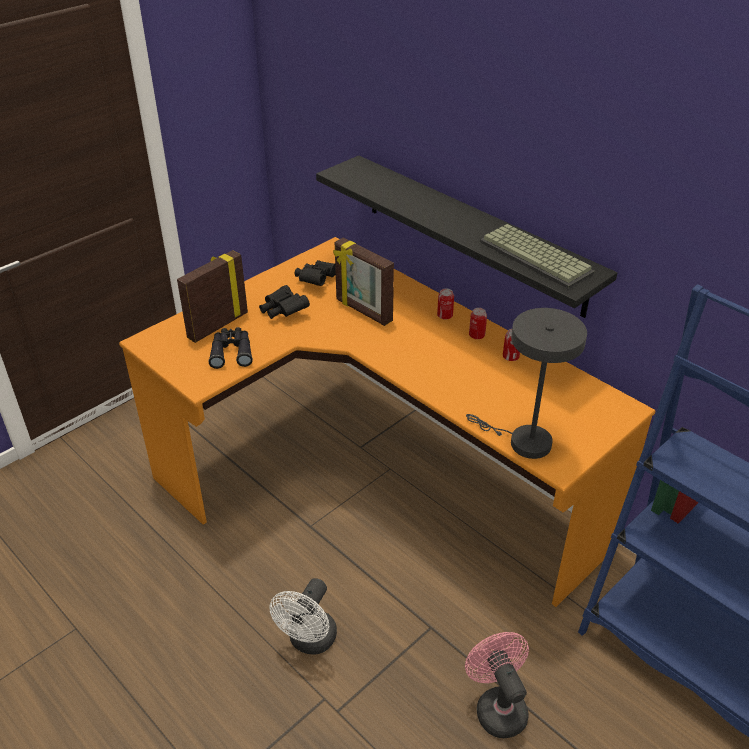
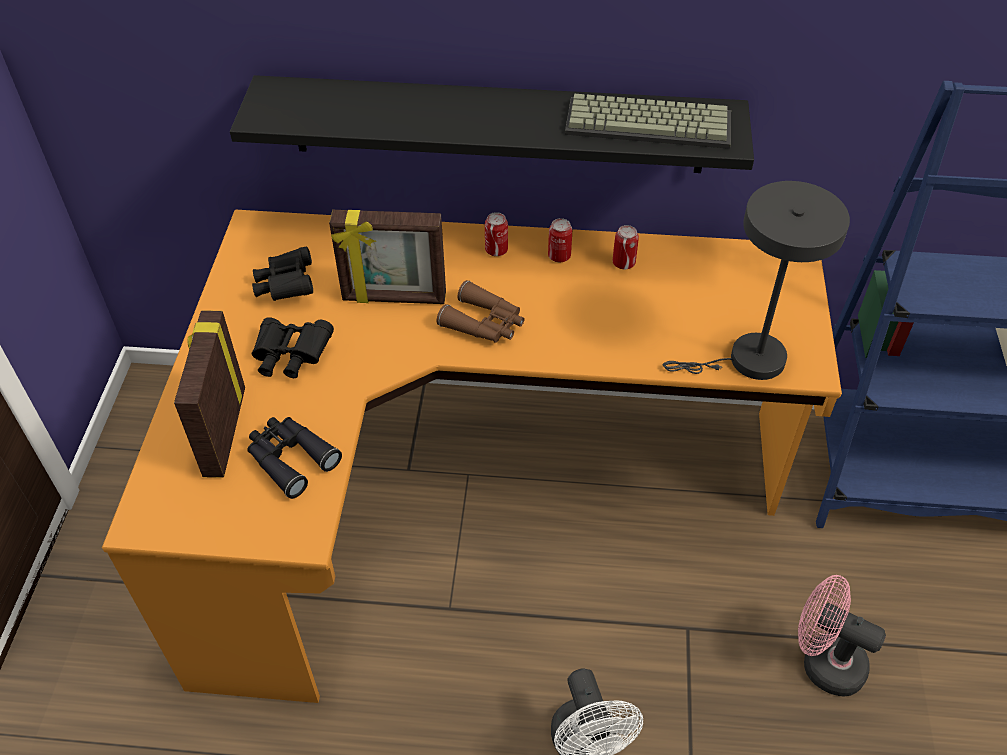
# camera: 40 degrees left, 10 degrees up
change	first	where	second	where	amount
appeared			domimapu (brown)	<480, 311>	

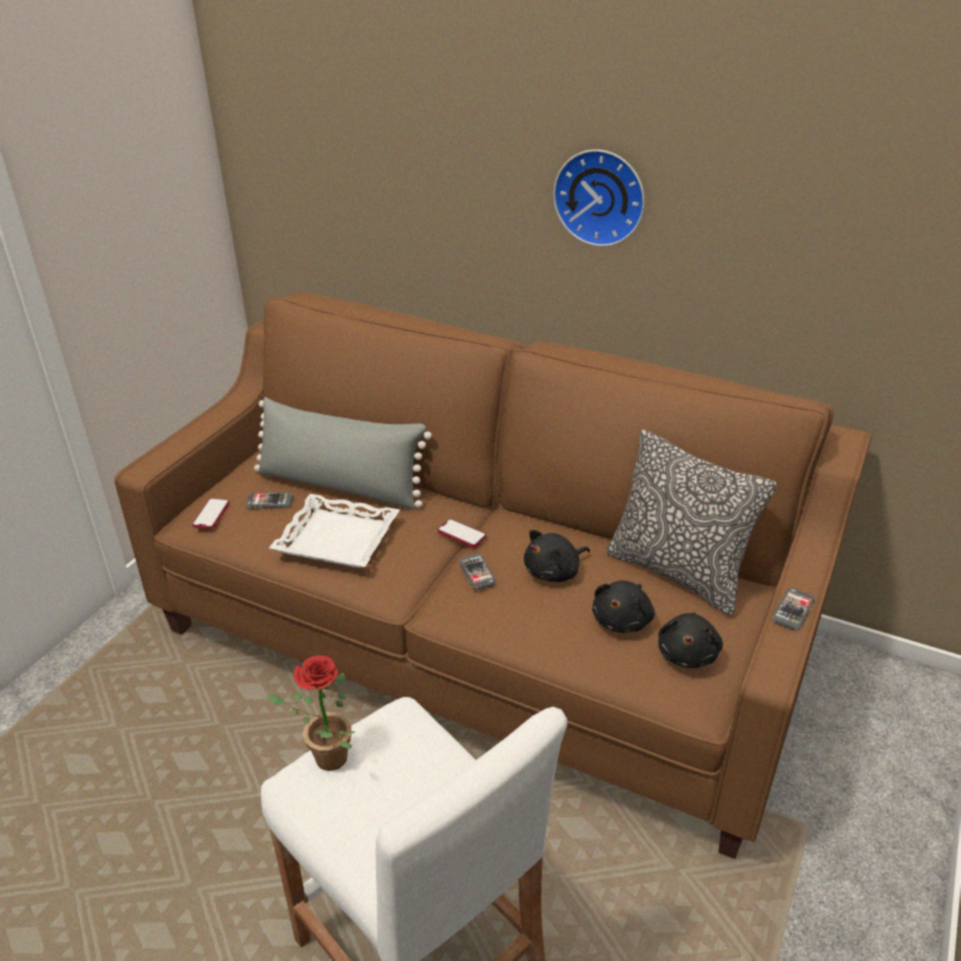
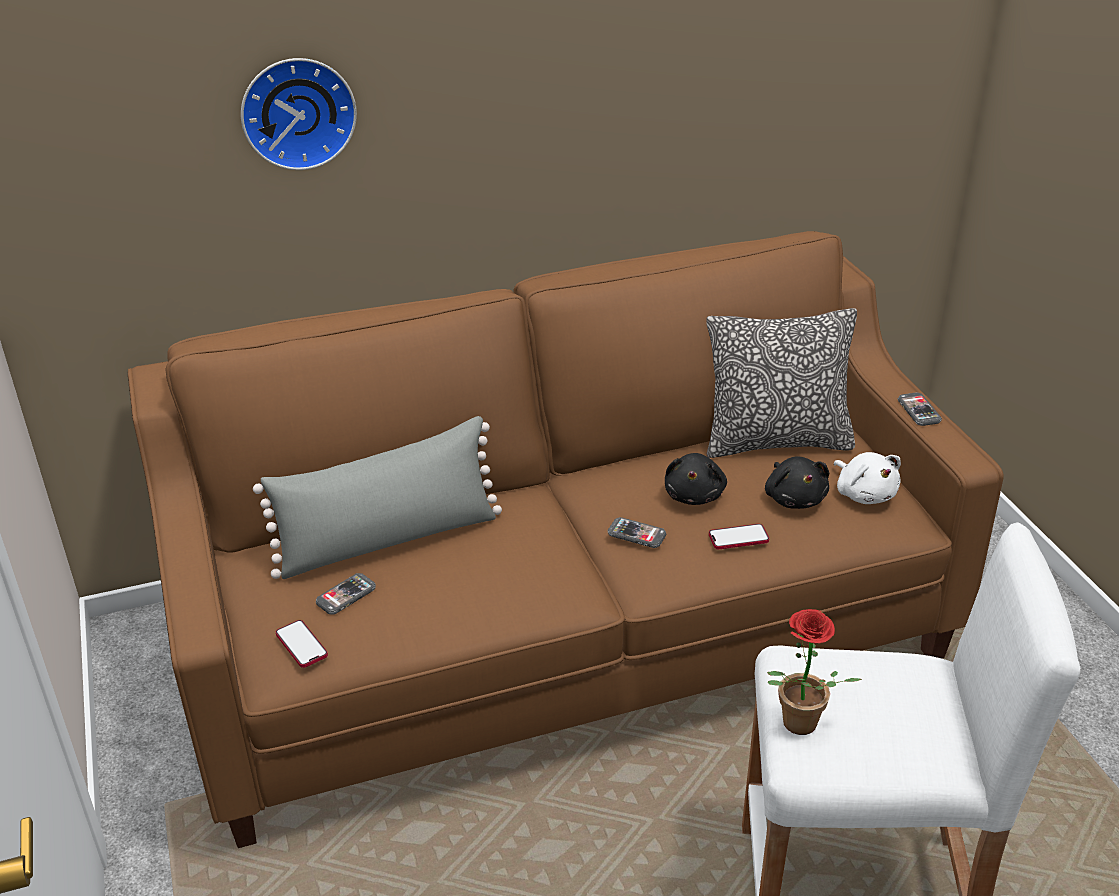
# camera: 45 degrees left, 0 degrees up
change	first	where	second	where	amount
relocated	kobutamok	<599, 198>		<299, 114>	
relocated	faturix	<462, 533>		<739, 536>	
colour	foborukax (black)	<690, 640>	foborukax (white)	<867, 478>	
missing	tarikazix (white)	<334, 531>			

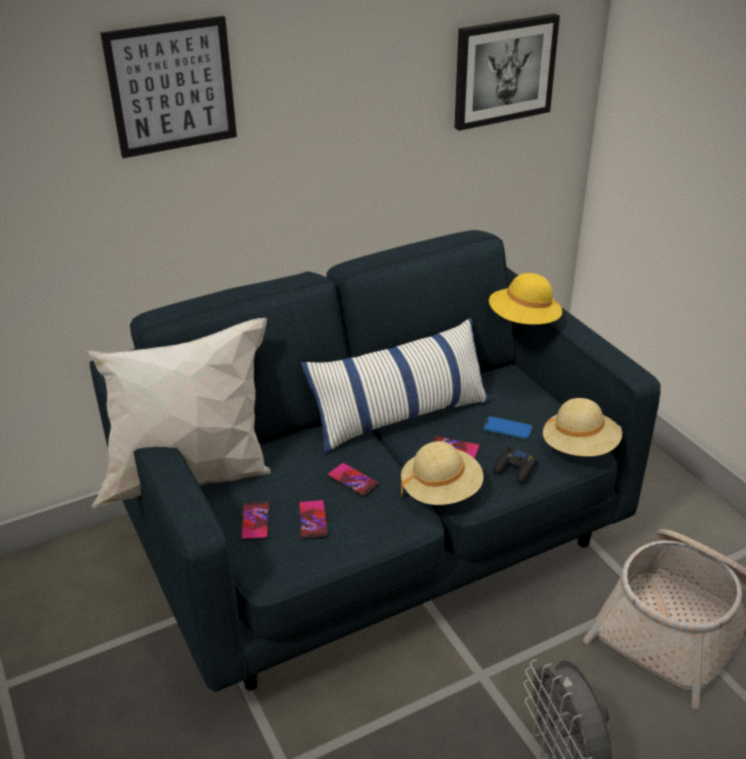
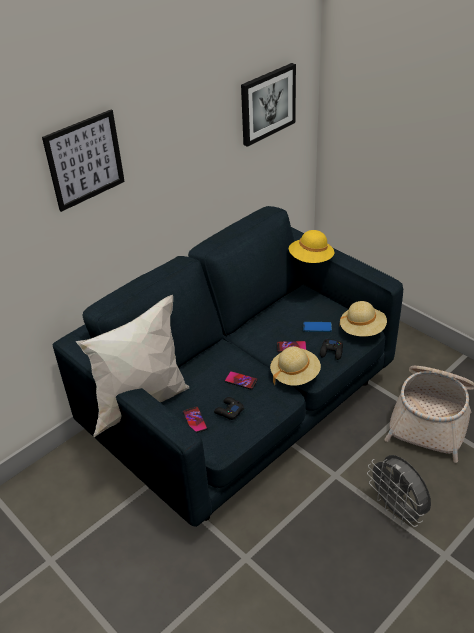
# camera: 15 degrees left, 5 degrees up
change	first	where	second	where	amount
exchanged	faturix	<313, 520>	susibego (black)	<229, 408>	
missing	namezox	<396, 386>			

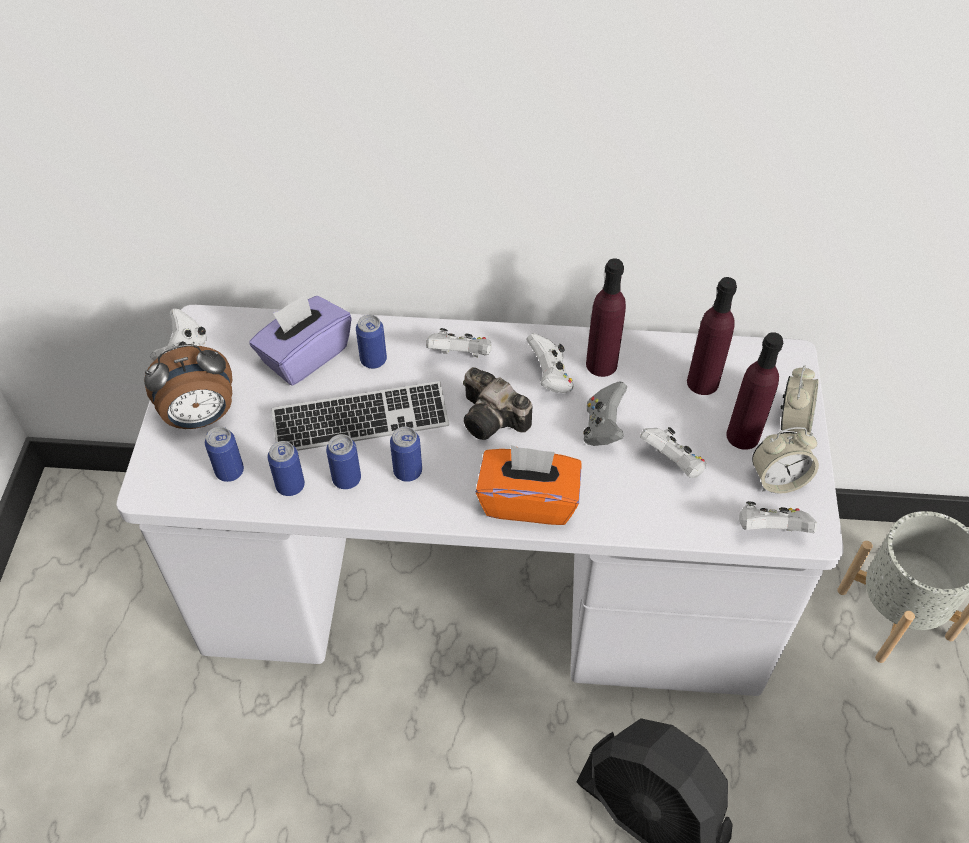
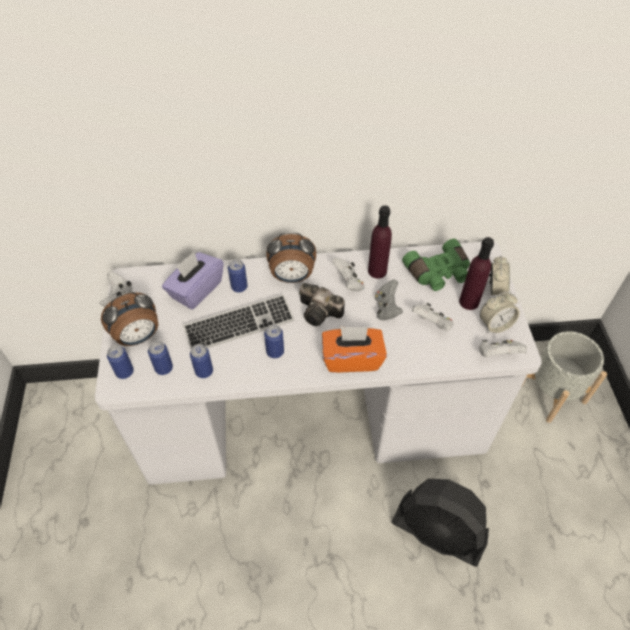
# camera: 10 degrees left, 0 degrees up
change	first	where	second	where	amount
relocated	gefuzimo	<343, 461>		<120, 362>	
exchanged	susibego (white)	<459, 342>	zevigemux	<291, 257>	
exchanged	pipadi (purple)	<712, 336>	domimapu (green)	<436, 265>	

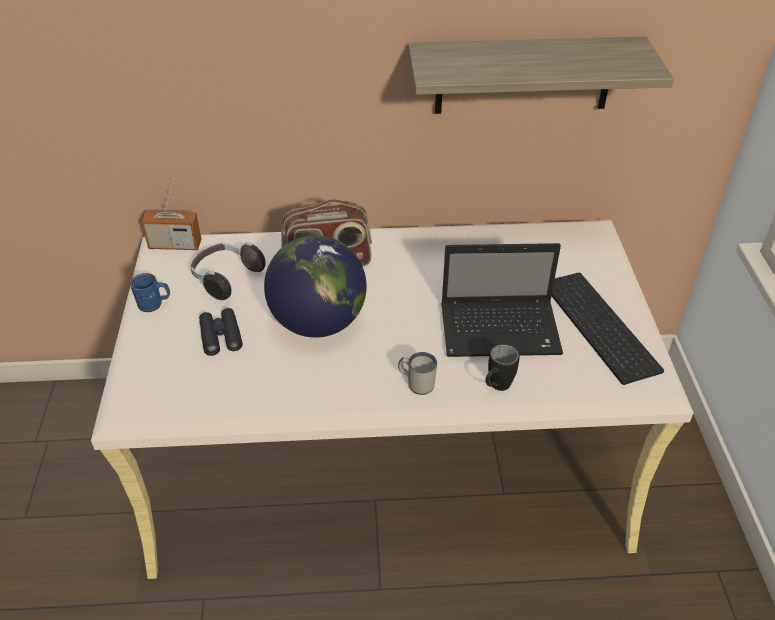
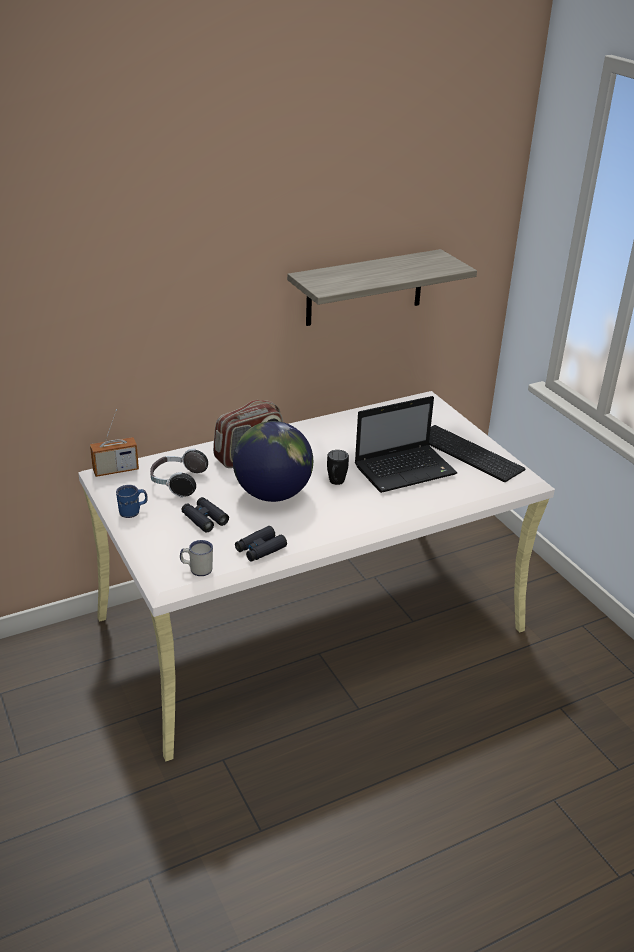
# camera: 25 degrees left, 10 degrees down
change	first	where	second	where	amount
relocated	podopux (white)	<417, 373>		<196, 558>	
appeared			domimapu (black)	<261, 544>	
relocated	podopux (black)	<503, 367>		<338, 467>	

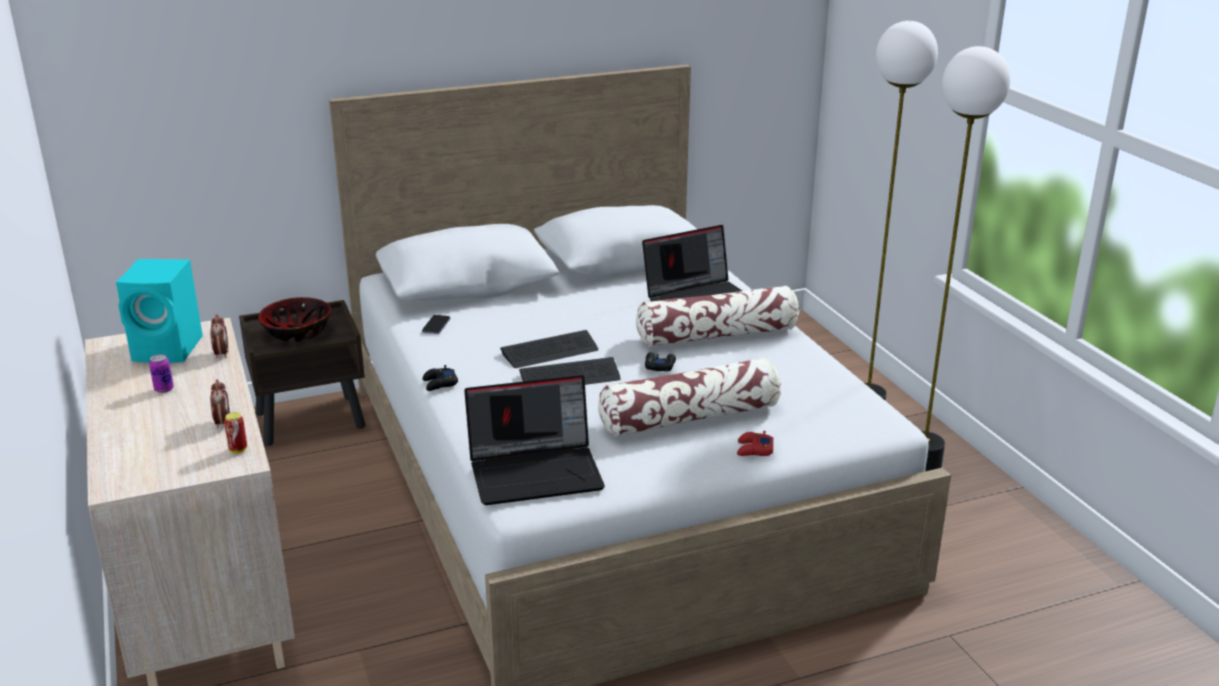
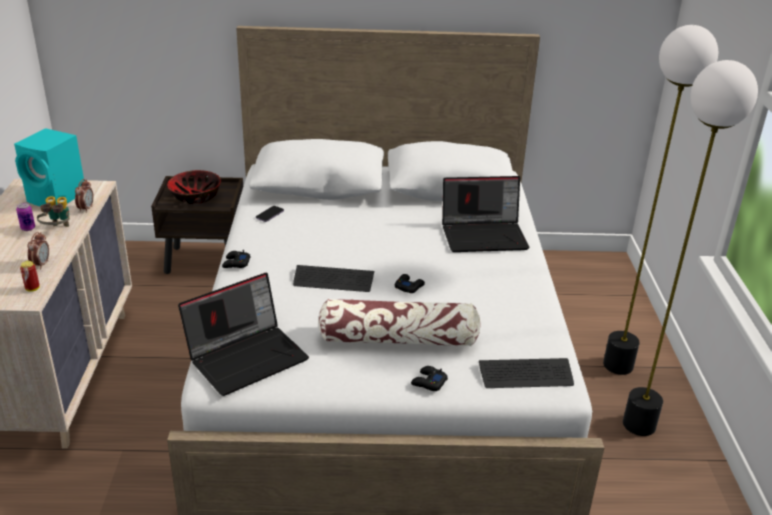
# camera: 20 degrees right, 5 degrees up
change	first	where	second	where	amount
appeared			domimapu	<53, 211>	
spun	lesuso	<534, 440>		<243, 334>	45 degrees counterclockwise
colour	susibego (red)	<755, 443>	susibego (black)	<429, 378>	
relocated	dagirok	<549, 349>		<526, 373>	
missing	namezox	<717, 316>			

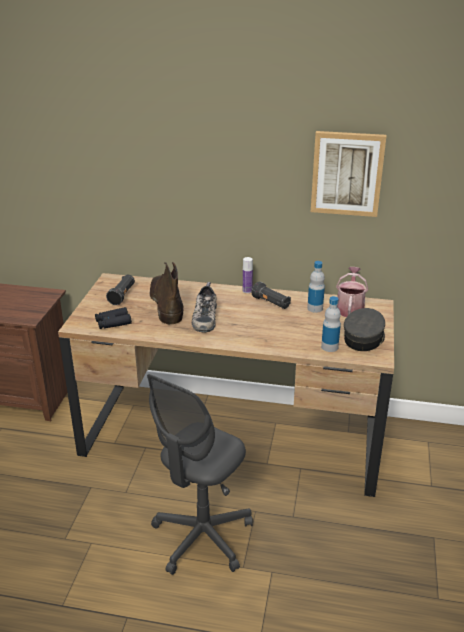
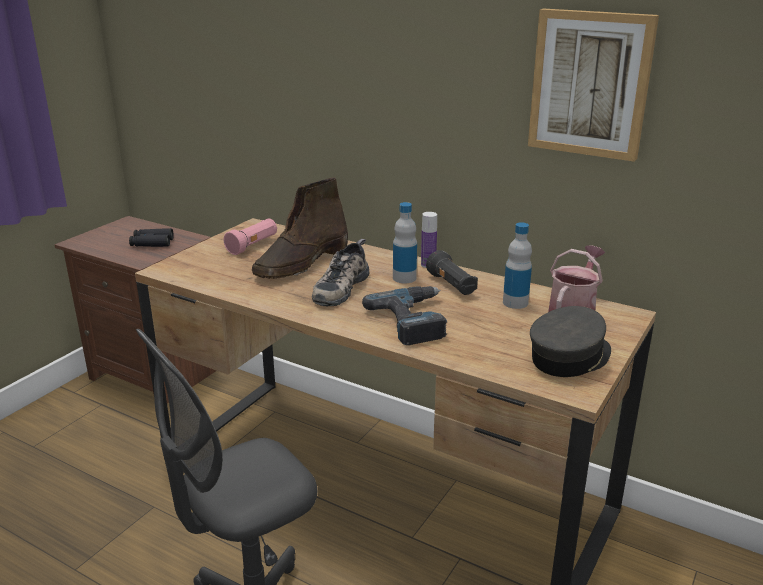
# camera: 20 degrees right, 5 degrees down
change	first	where	second	where	amount
relocated	domimapu (black)	<113, 318>		<151, 237>	
colour	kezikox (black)	<120, 290>	kezikox (pink)	<250, 236>	
spun	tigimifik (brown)	<166, 293>		<300, 228>	150 degrees counterclockwise
appeared			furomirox	<404, 315>	
relocated	pipadi	<331, 324>		<405, 242>	

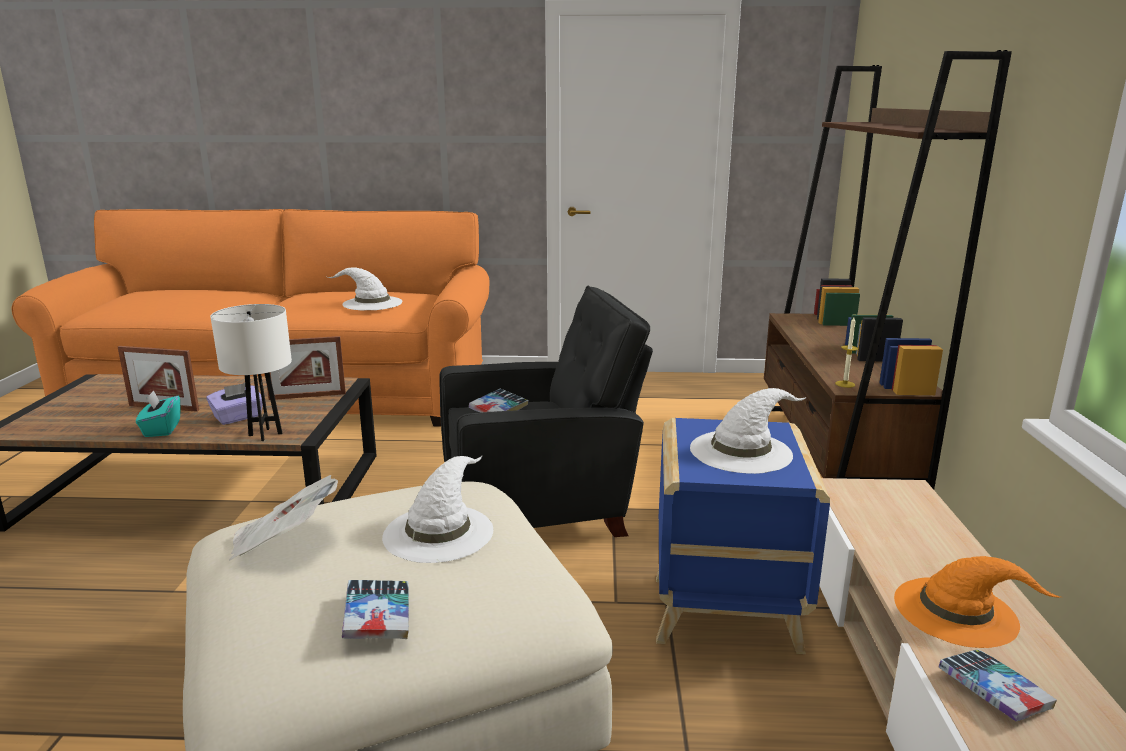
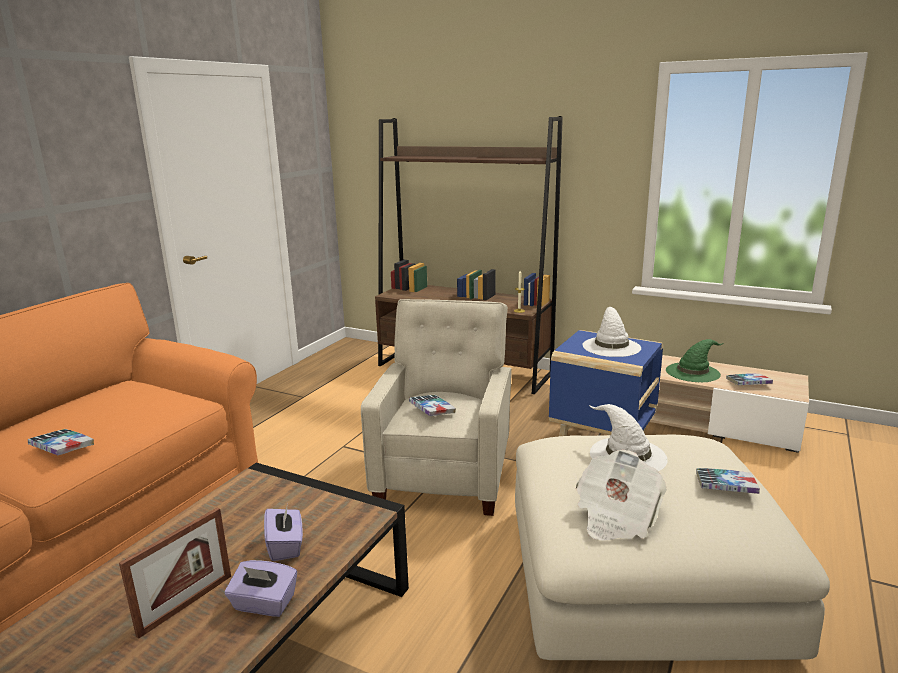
# camera: 65 degrees left, 0 degrees up
change	first	where	second	where	amount
appeared			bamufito	<61, 442>	
colour	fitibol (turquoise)	<158, 413>	fitibol (purple)	<261, 588>	
colour	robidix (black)	<546, 411>	robidix (beige)	<436, 407>	
colour	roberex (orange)	<977, 602>	roberex (green)	<694, 360>	
missing	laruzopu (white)	<251, 372>			
missing	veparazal	<306, 368>			
missing	roberex (white)	<365, 288>			

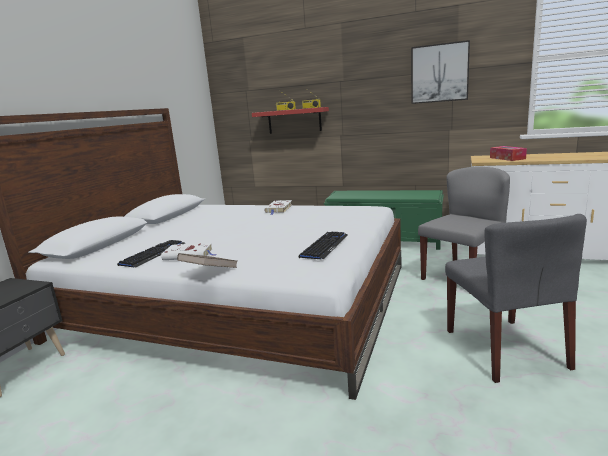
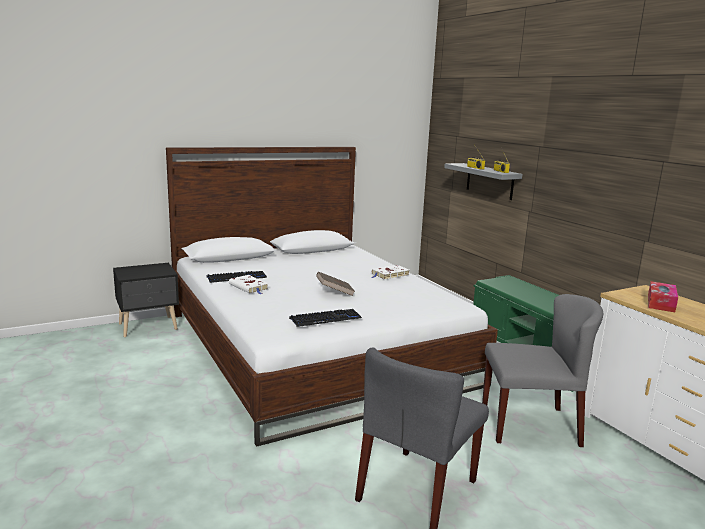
# camera: 40 degrees right, 0 degrees up
change	first	where	second	where	amount
relocated	bamufito (brown)	<207, 260>		<335, 283>	
colour	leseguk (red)	<290, 120>	leseguk (grey)	<483, 181>	
missing	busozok	<440, 72>			

